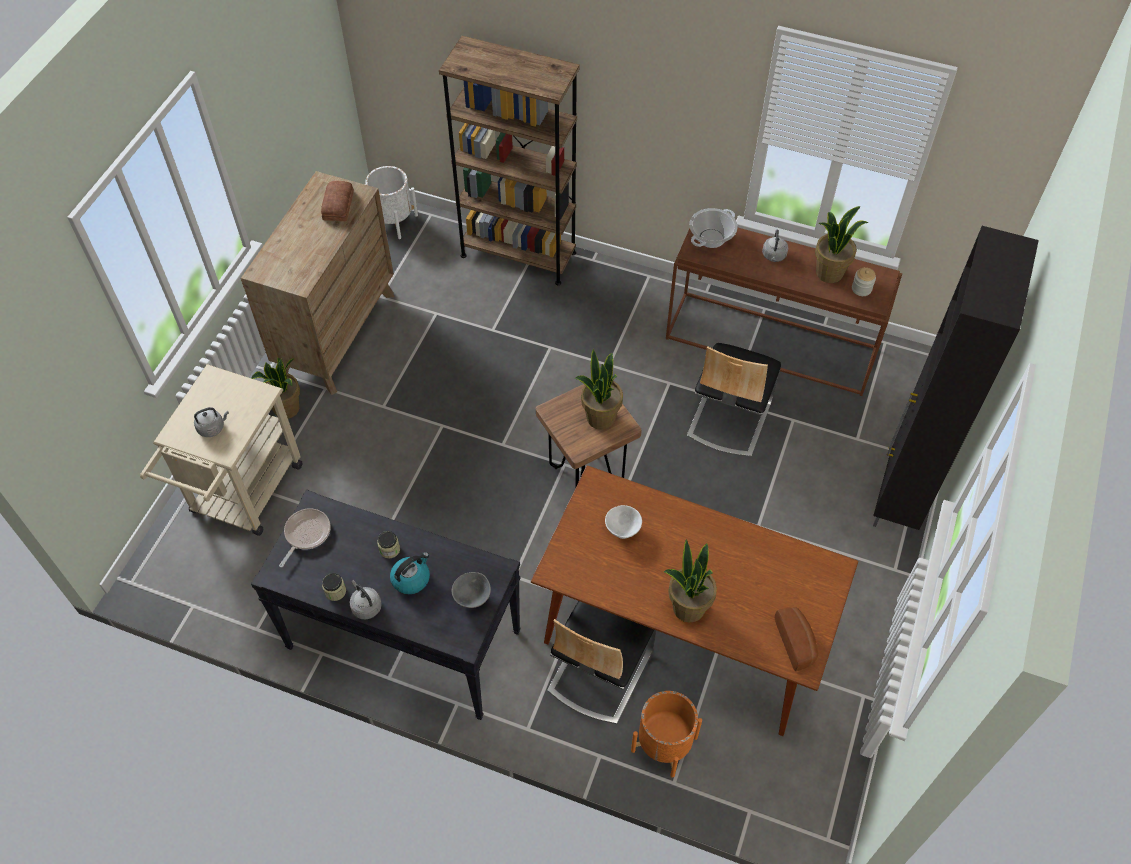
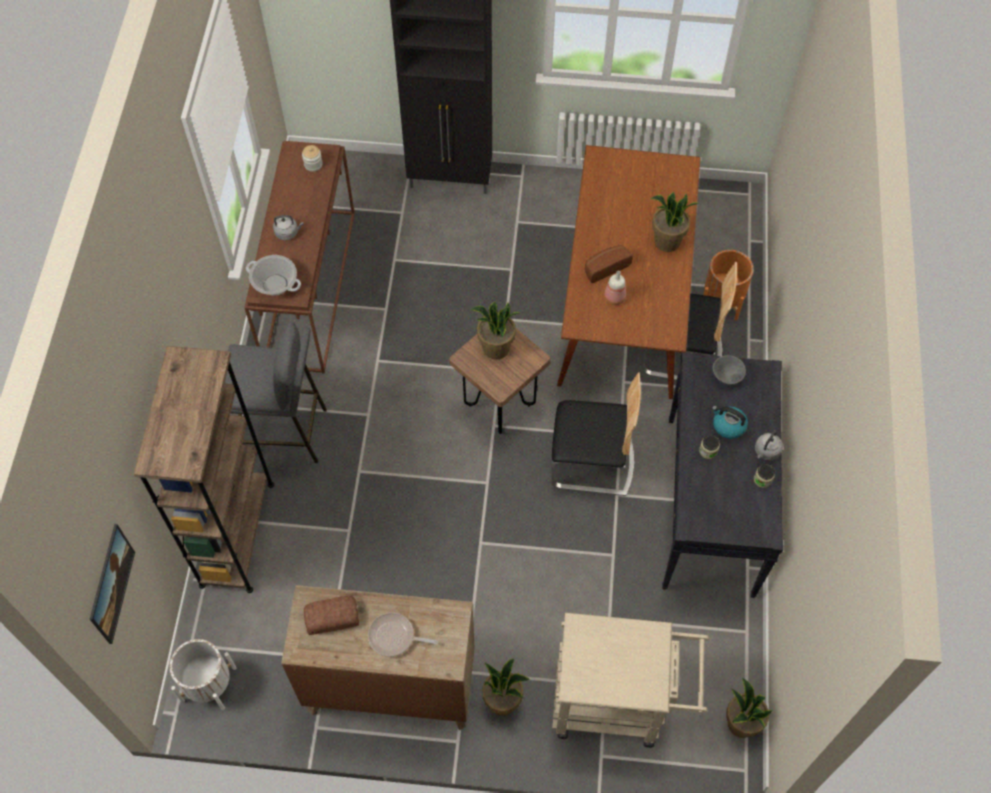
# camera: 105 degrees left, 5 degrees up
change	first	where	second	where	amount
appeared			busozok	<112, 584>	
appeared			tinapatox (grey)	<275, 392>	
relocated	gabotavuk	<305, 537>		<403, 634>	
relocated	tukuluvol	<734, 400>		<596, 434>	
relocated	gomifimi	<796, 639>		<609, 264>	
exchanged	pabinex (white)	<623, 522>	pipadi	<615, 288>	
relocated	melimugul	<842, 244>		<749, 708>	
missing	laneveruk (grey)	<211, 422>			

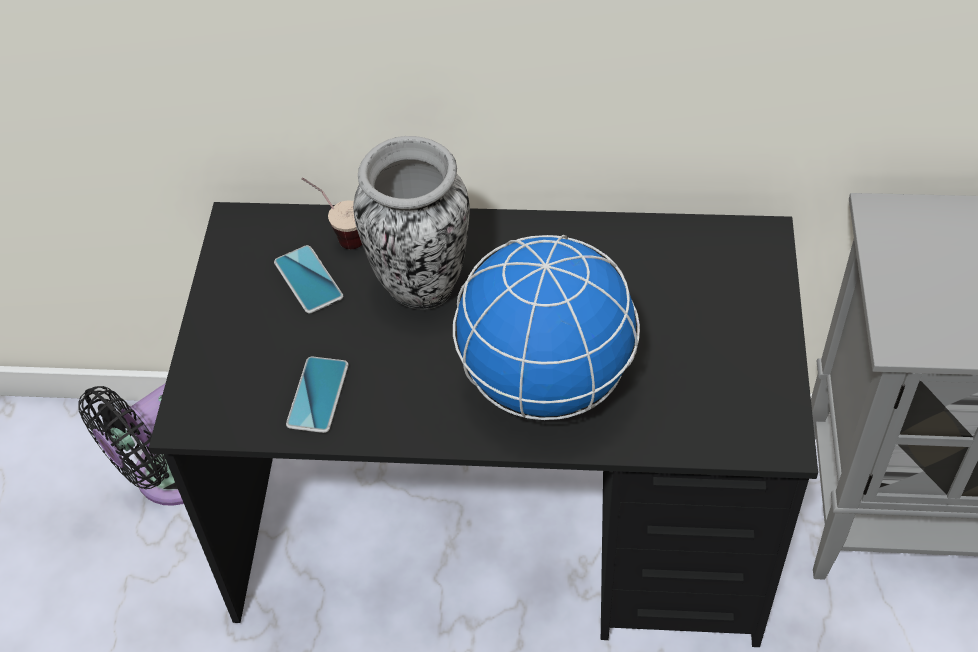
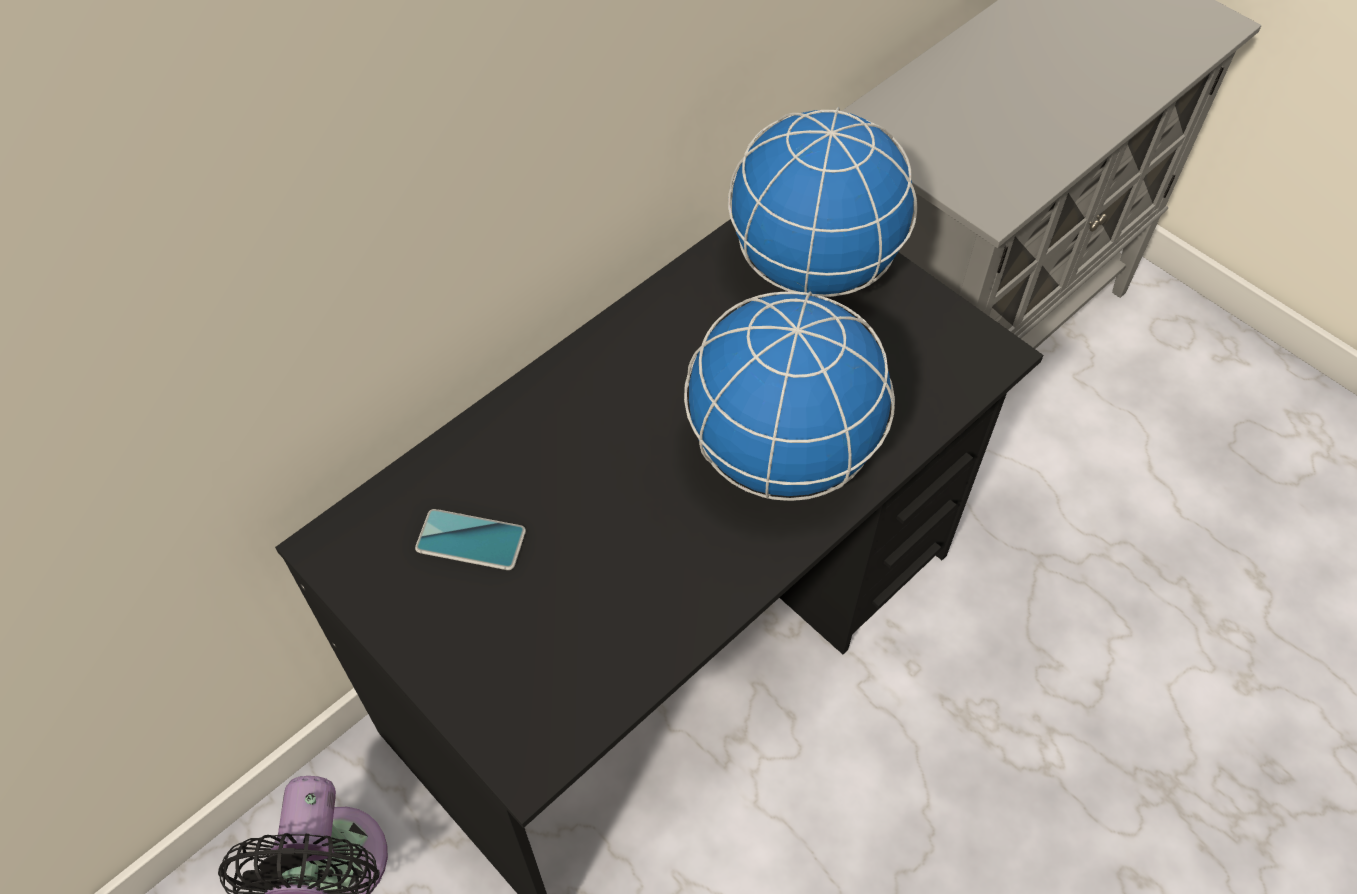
# camera: 50 degrees left, 5 degrees up
change	first	where	second	where	amount
appeared			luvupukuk	<823, 202>	
missing	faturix	<317, 395>			
missing	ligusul	<331, 213>			
missing	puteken	<411, 223>			

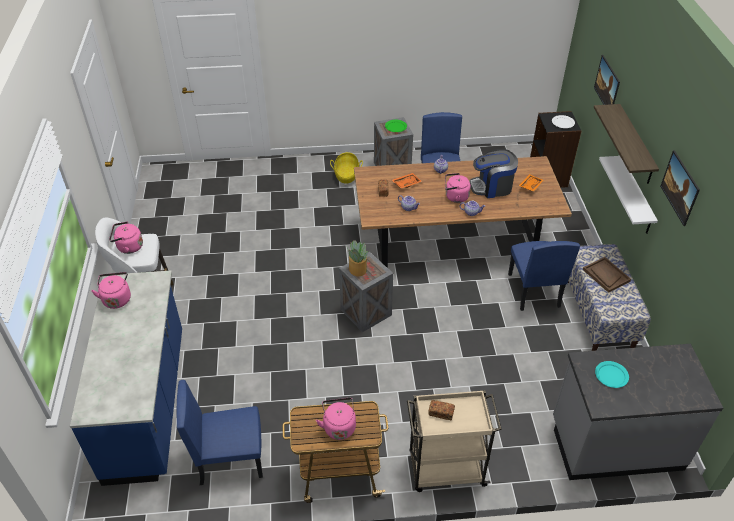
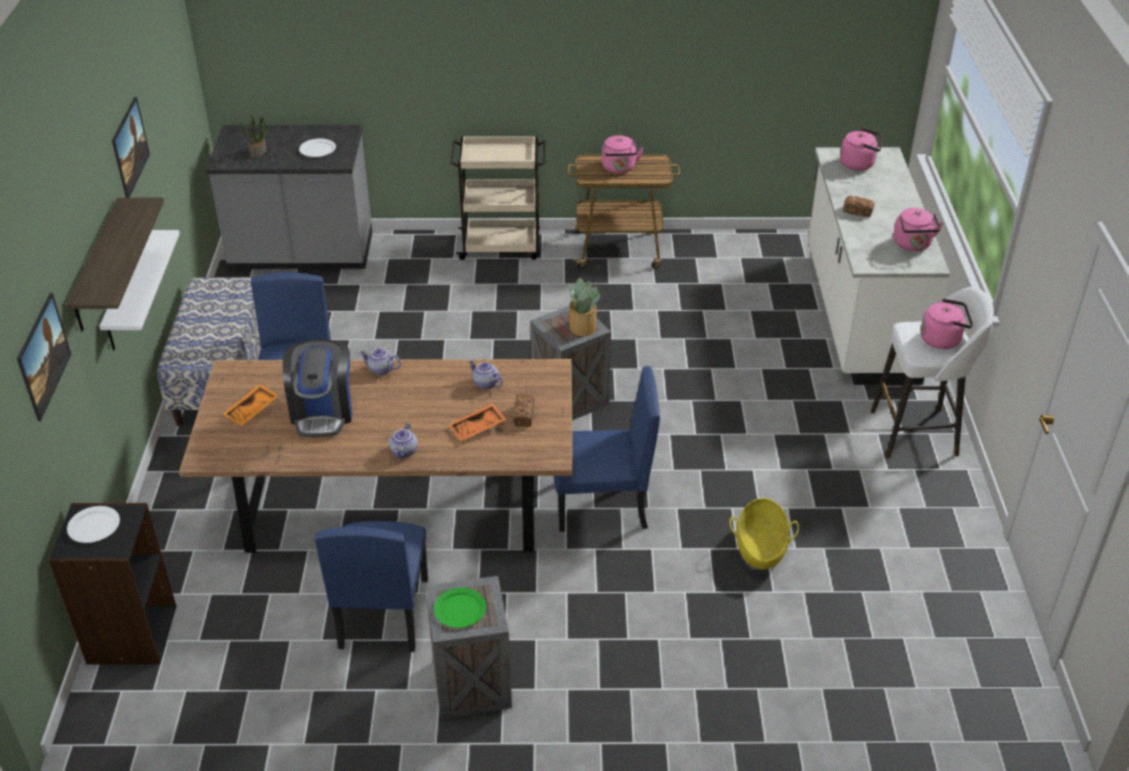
# camera: 175 degrees left, 5 degrees down
change	first	where	second	where	amount
appeared			melimugul	<254, 136>	
spun	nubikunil	<493, 173>		<317, 388>	90 degrees clockwise
colour	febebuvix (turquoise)	<612, 374>	febebuvix (white)	<317, 147>	
relocated	tukuluvol (blue)	<220, 432>		<607, 449>	
relocated	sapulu	<346, 167>		<764, 533>	
colour	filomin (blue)	<126, 378>	filomin (white)	<879, 266>	
relocated	laneveruk (pink)	<458, 188>		<860, 149>	
relocated	gomifimi	<442, 410>		<859, 207>	
missing	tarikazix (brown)	<607, 275>			

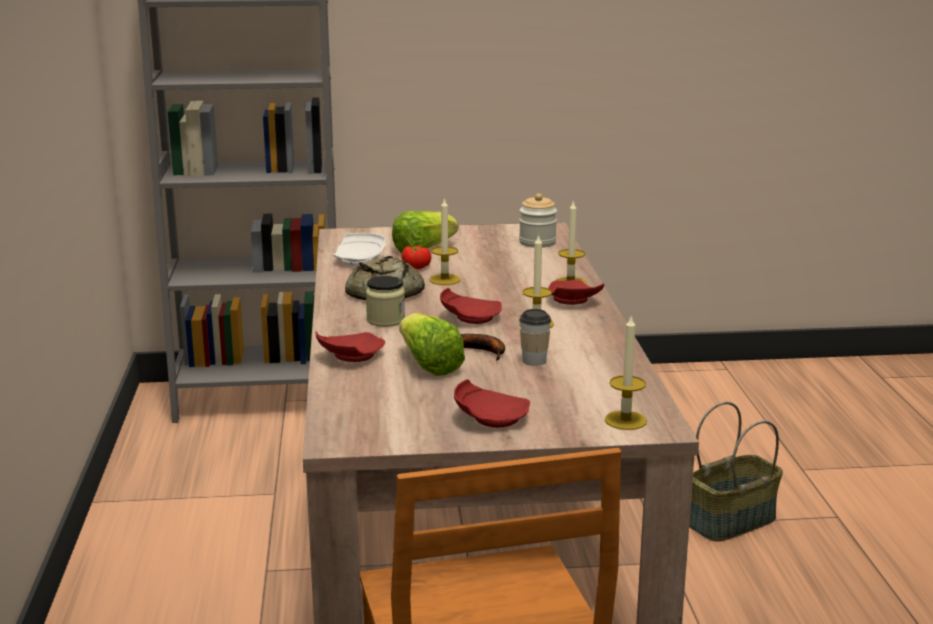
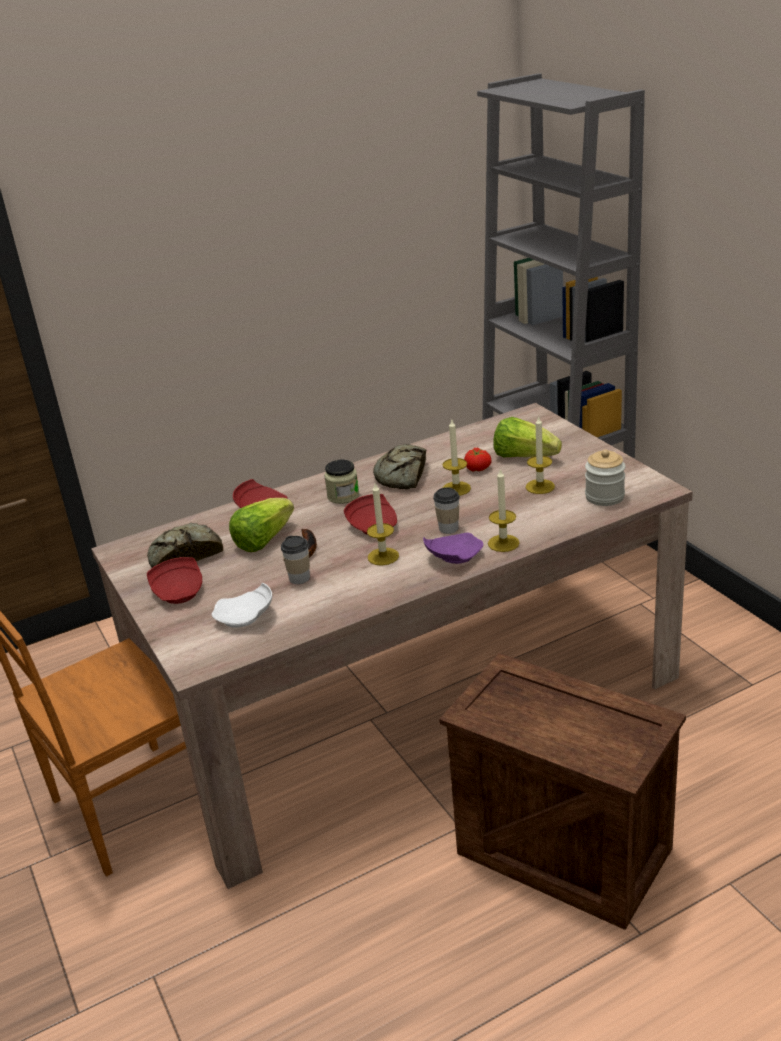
# camera: 70 degrees right, 10 degrees up
change	first	where	second	where	amount
appeared			gomifimi	<185, 545>	
relocated	febebuvix (white)	<359, 249>		<242, 605>	
colour	febebuvix (red)	<576, 292>	febebuvix (purple)	<453, 548>	
appeared			ligusul	<446, 510>	
exchanged	sapulu	<736, 472>	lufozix	<562, 791>	
relocated	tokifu	<626, 372>		<540, 454>	

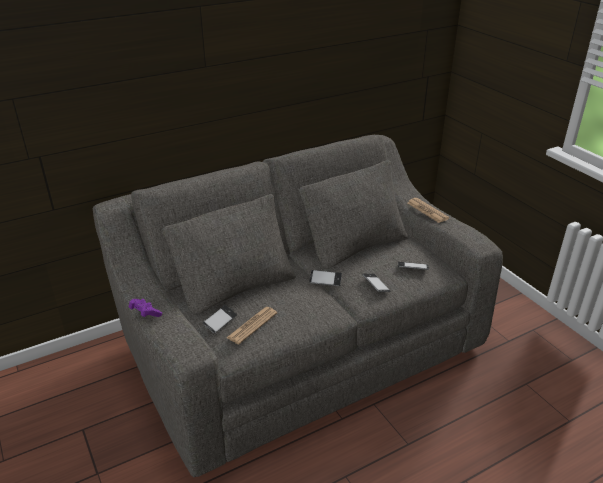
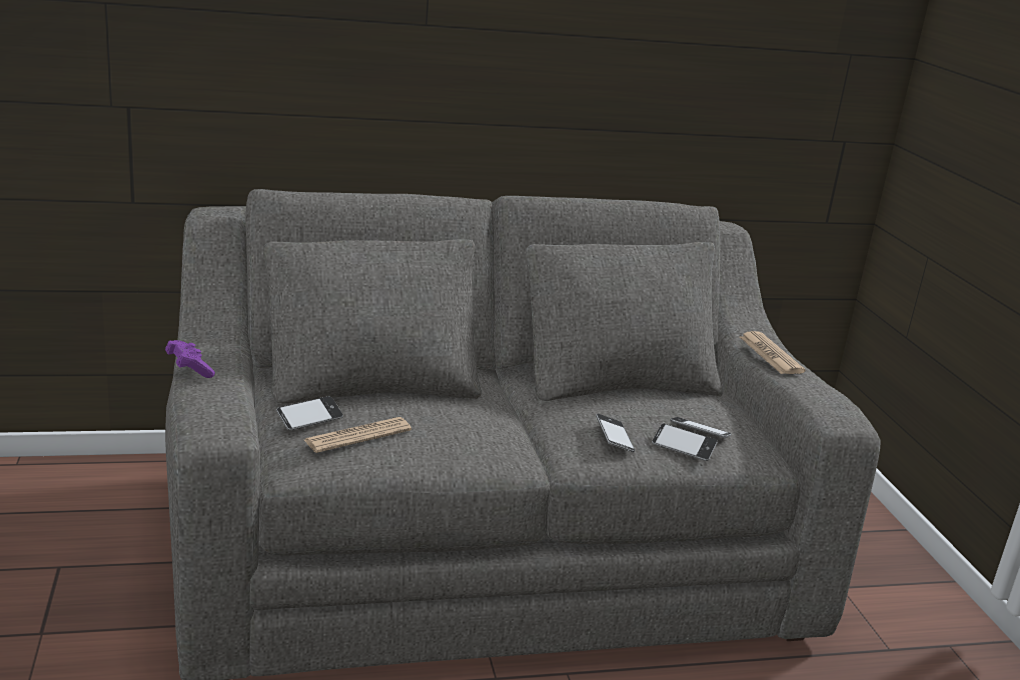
# camera: 15 degrees right, 10 degrees down
change	first	where	second	where	amount
relocated	faturix	<325, 278>		<684, 442>	

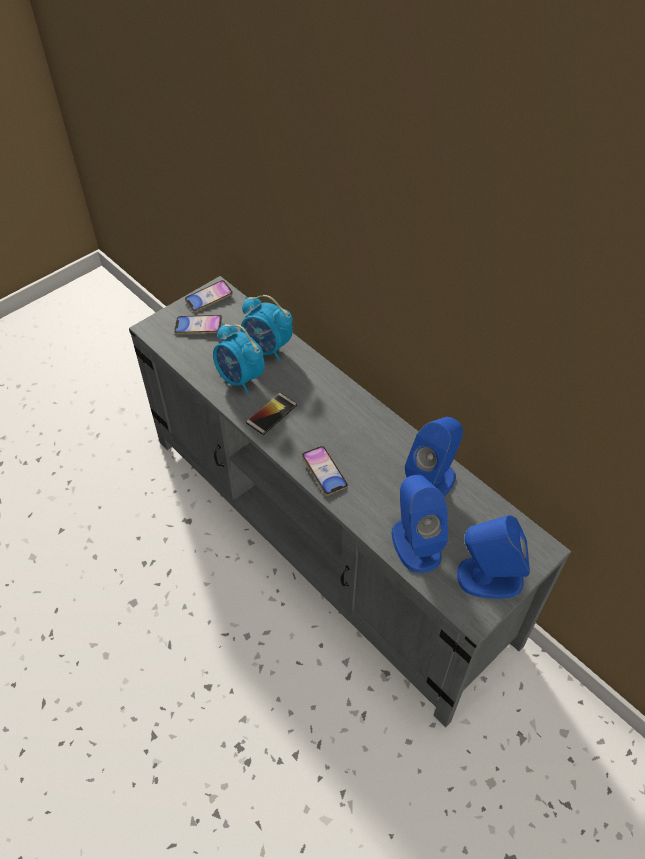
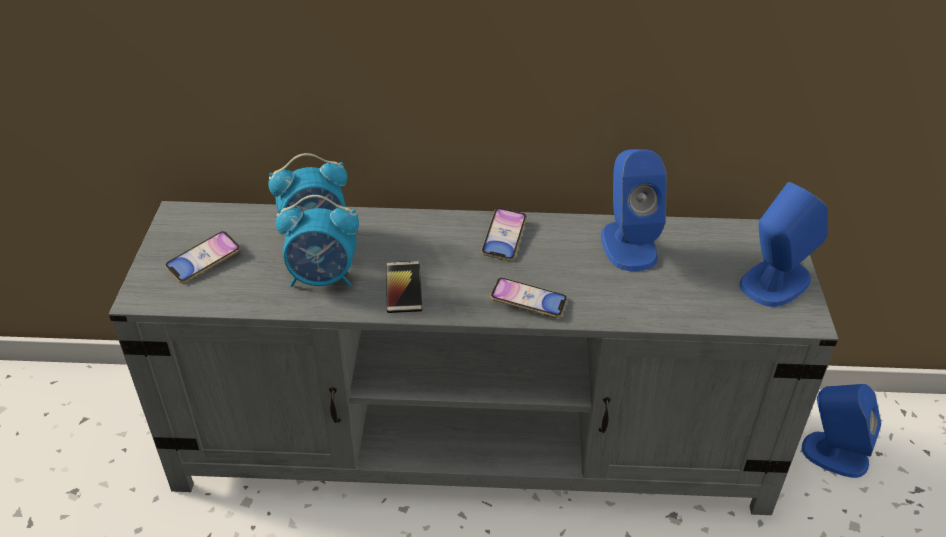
# camera: 45 degrees left, 10 degrees down
change	first	where	second	where	amount
relocated	faturix	<209, 296>		<504, 234>	
relocated	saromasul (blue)	<419, 524>		<841, 431>	

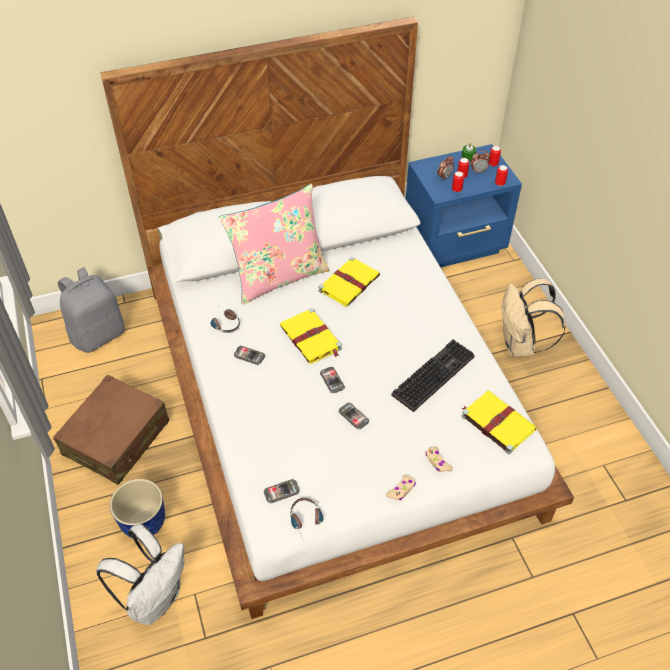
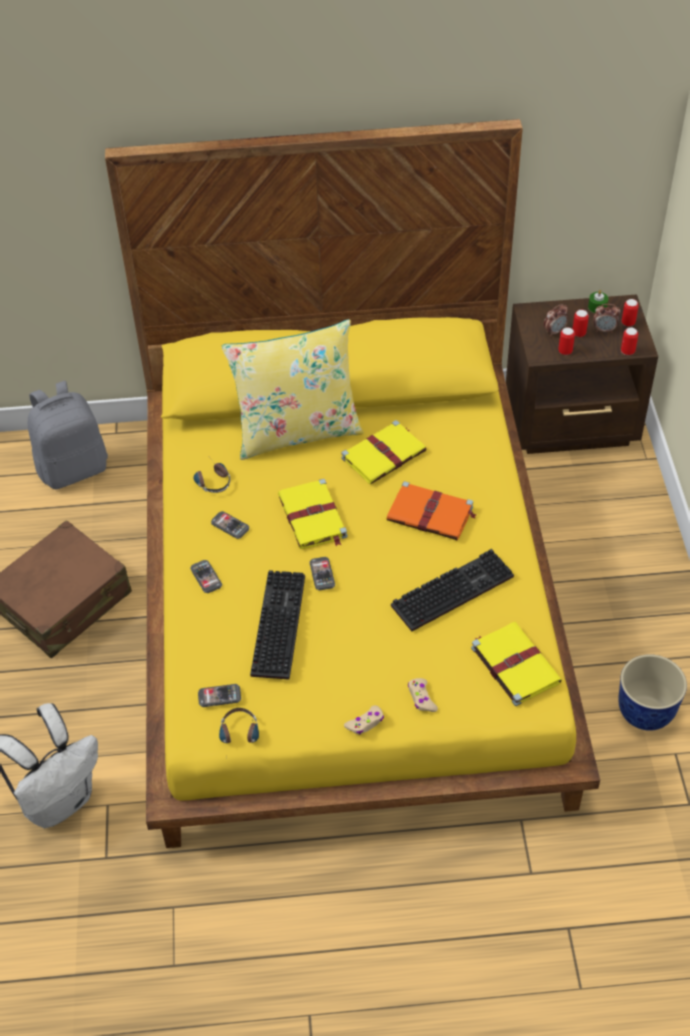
# camera: 15 degrees right, 0 degrees up
change	first	where	second	where	amount
colour	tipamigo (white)	<337, 318>	tipamigo (yellow)	<352, 483>	
relocated	faturix	<354, 416>		<206, 576>	
colour	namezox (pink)	<274, 244>	namezox (yellow)	<293, 389>	
appeared			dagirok	<277, 624>	
appeared			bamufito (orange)	<431, 511>	
colour	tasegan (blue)	<464, 205>	tasegan (brown)	<582, 374>	
relocated	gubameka	<137, 509>		<652, 692>	
missing	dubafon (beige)	<533, 317>			

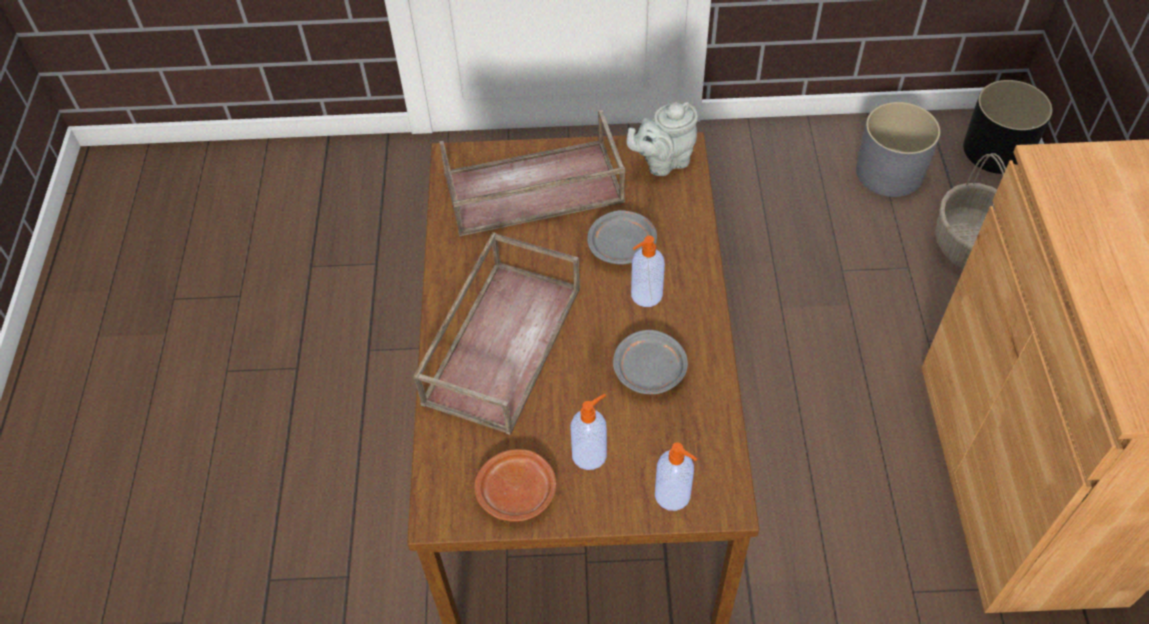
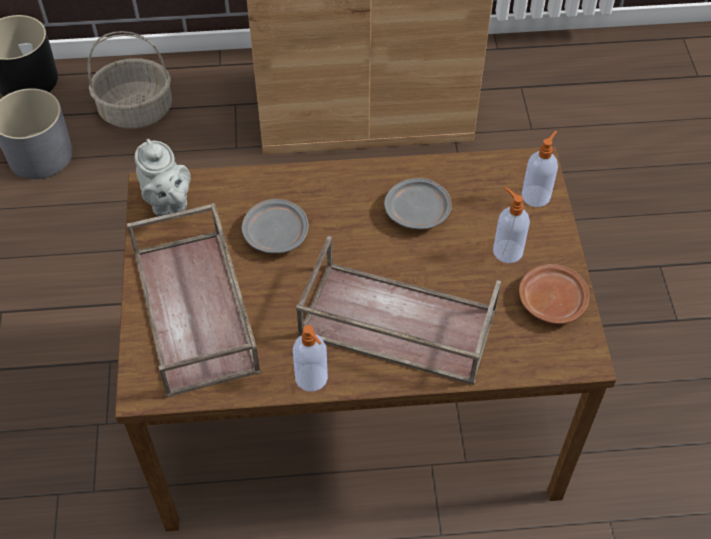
# camera: 95 degrees left, 0 degrees up
change	first	where	second	where	amount
relocated	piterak	<648, 271>		<310, 358>	

